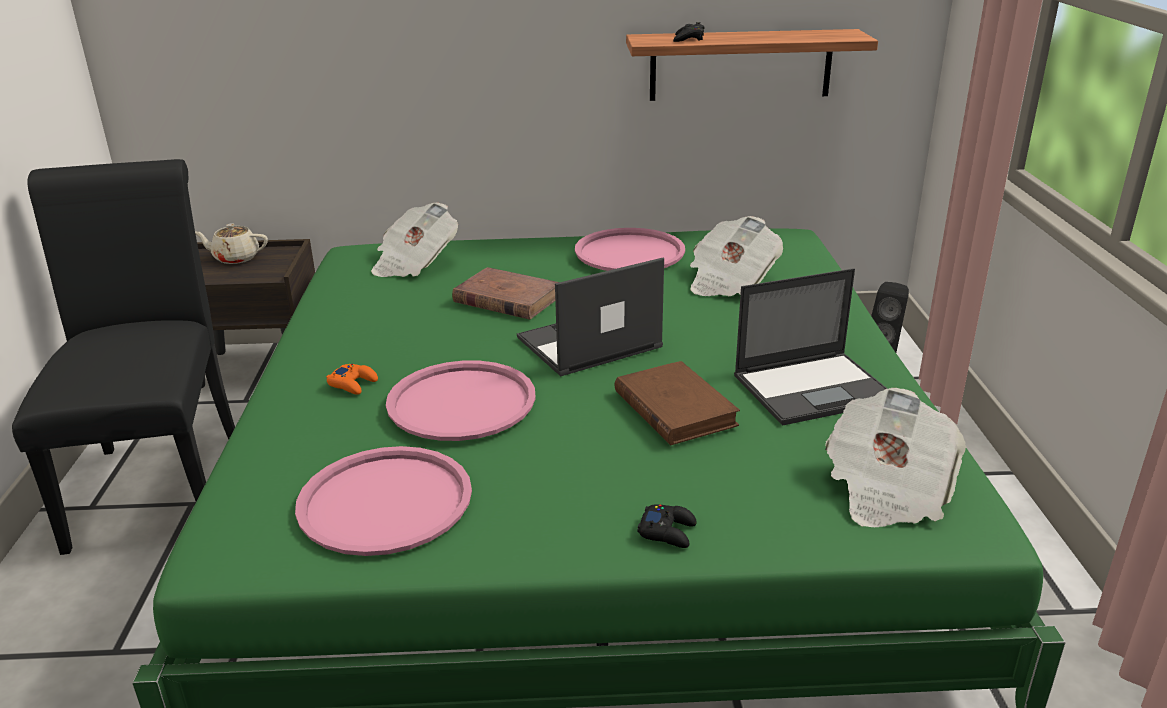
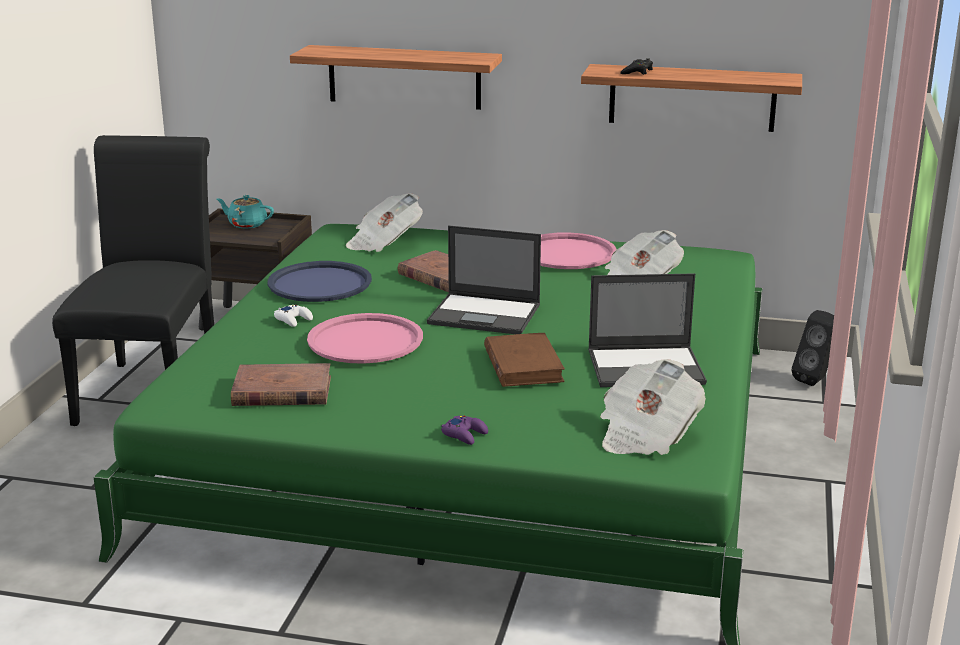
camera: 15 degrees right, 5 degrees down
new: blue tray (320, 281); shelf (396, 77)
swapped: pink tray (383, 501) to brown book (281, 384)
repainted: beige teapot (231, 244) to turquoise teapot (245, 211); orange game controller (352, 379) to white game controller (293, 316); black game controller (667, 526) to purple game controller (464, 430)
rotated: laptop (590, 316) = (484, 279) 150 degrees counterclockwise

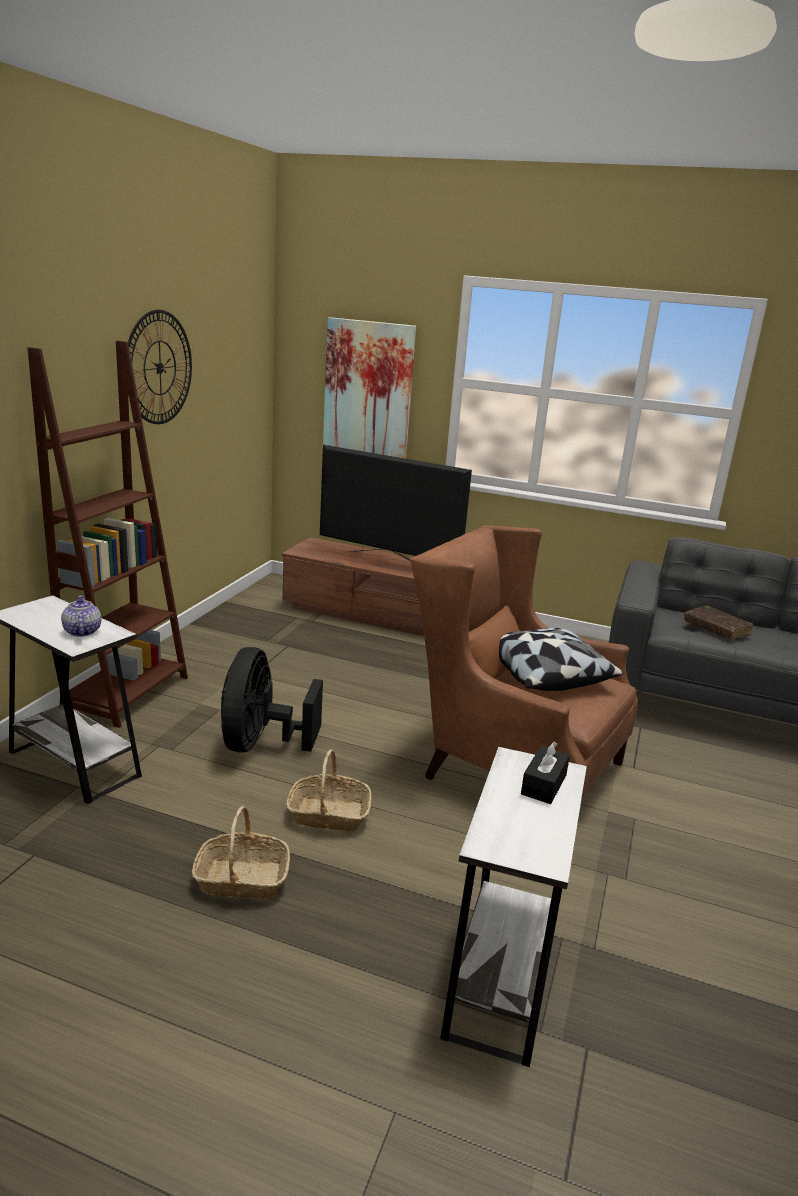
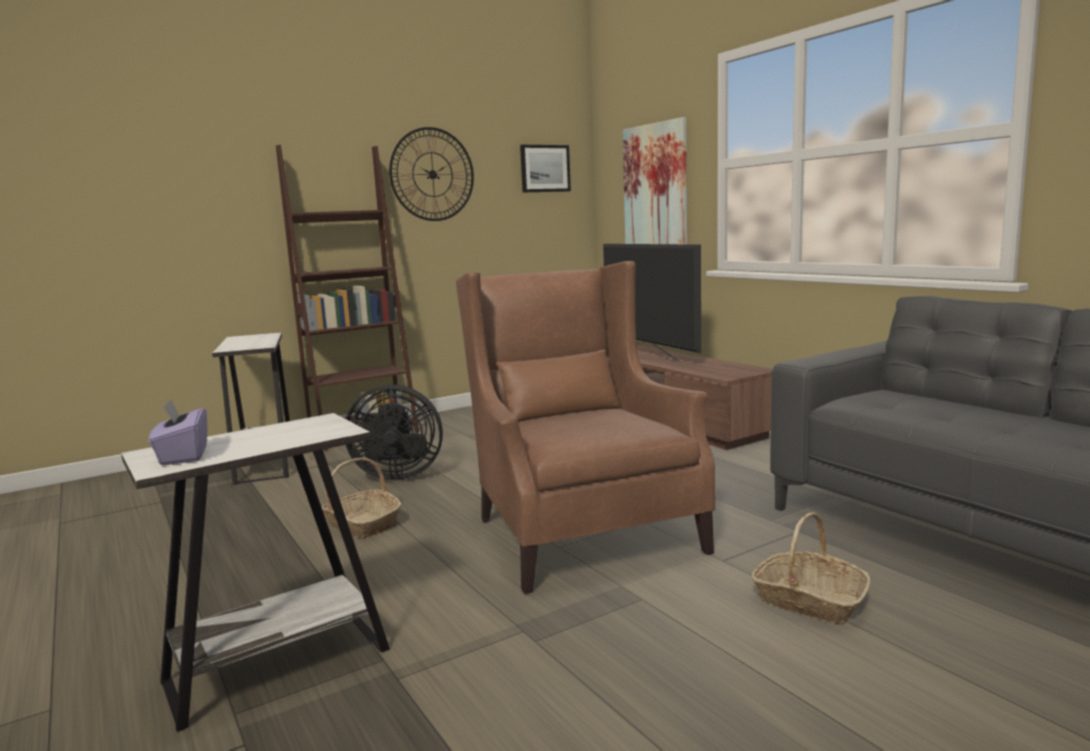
camera: 40 degrees right, 10 degrees down
gone: teapot (81, 616); pillow (561, 659); black tissue box (545, 772); brown book (719, 622)
new: purple tissue box (178, 432); picture (545, 169)
shifted: basket (241, 852) to (811, 568)
rotated: black fan (272, 700) = (394, 433) 135 degrees counterclockwise

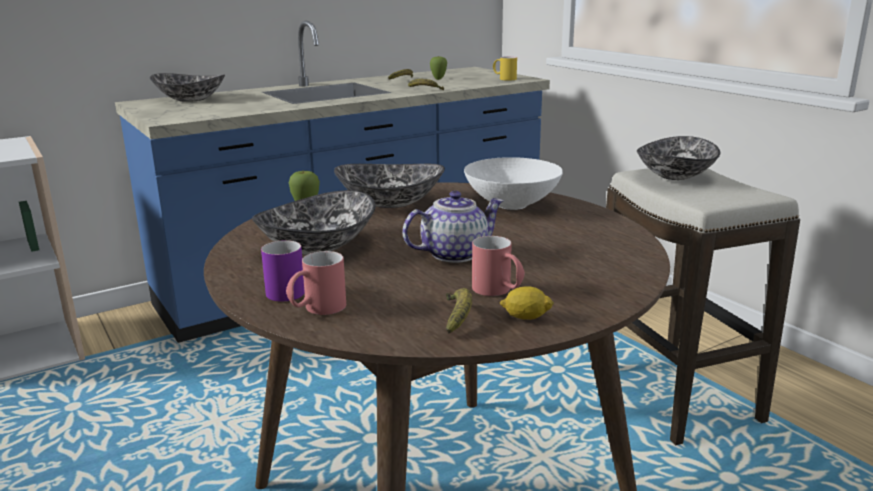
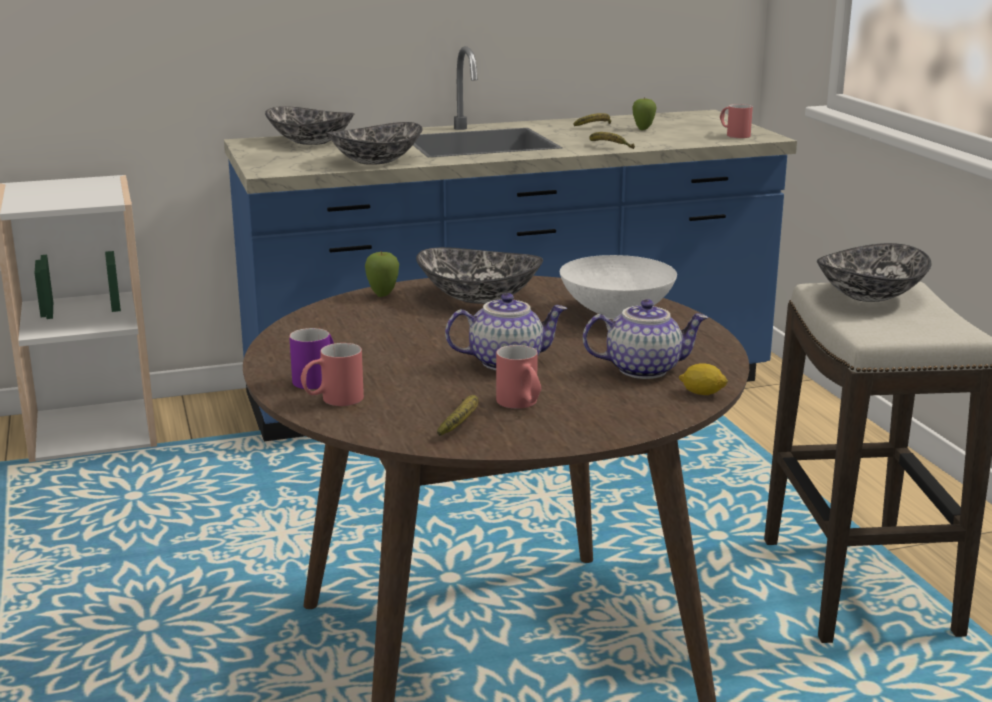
camera: 15 degrees right, 0 degrees up
new: teapot (646, 339)
shifted: bowl (314, 222) to (374, 143); lemon (527, 303) to (703, 379)
repainted: yellow mug (505, 68) to red mug (736, 121)

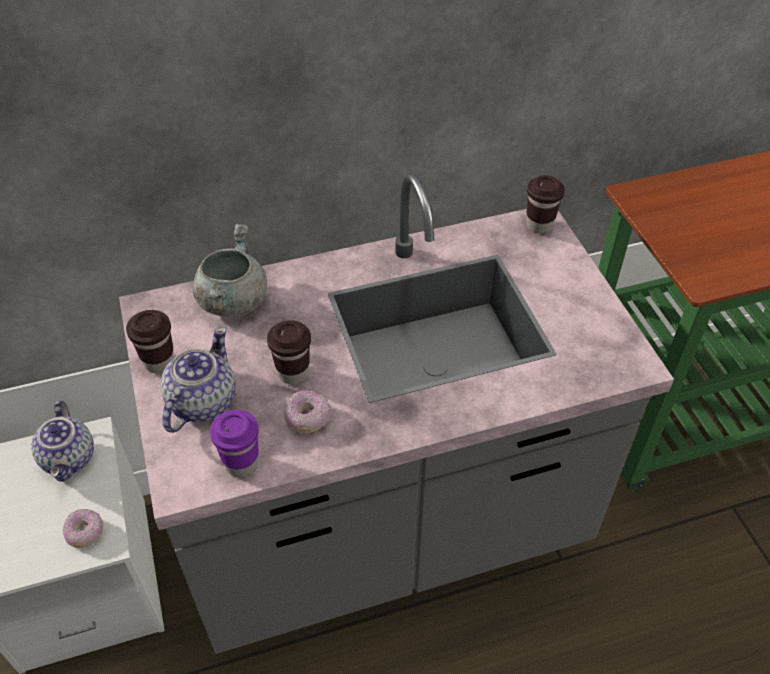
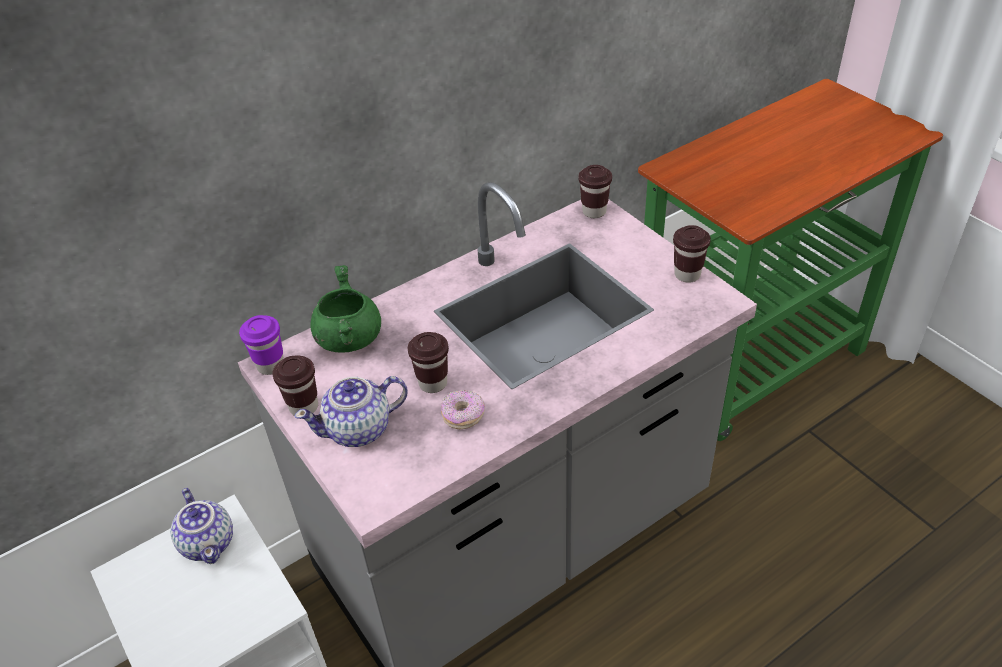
camera: 15 degrees left, 5 degrees down
gone: donut (83, 528)
new: brown cup (692, 254)
shifted: purple cup (234, 443) to (261, 345)
repainted: grey cooking pot (230, 270) to green cooking pot (345, 309)
rotated: teapot (198, 380) = (351, 411) 120 degrees counterclockwise

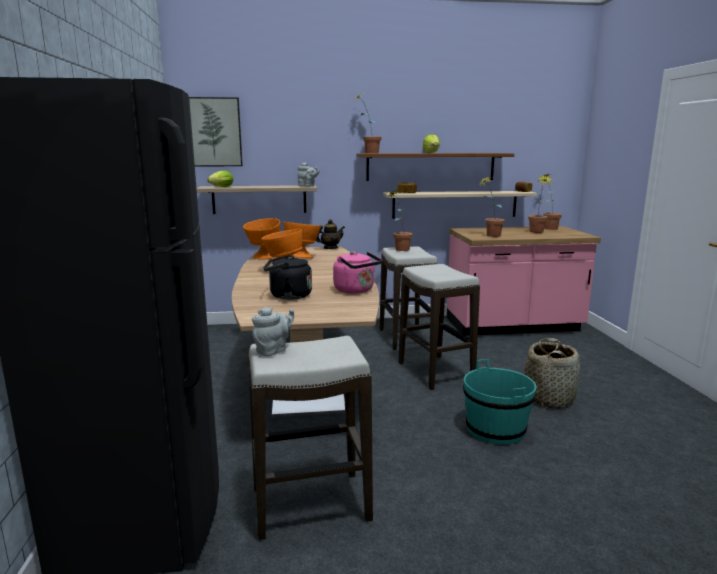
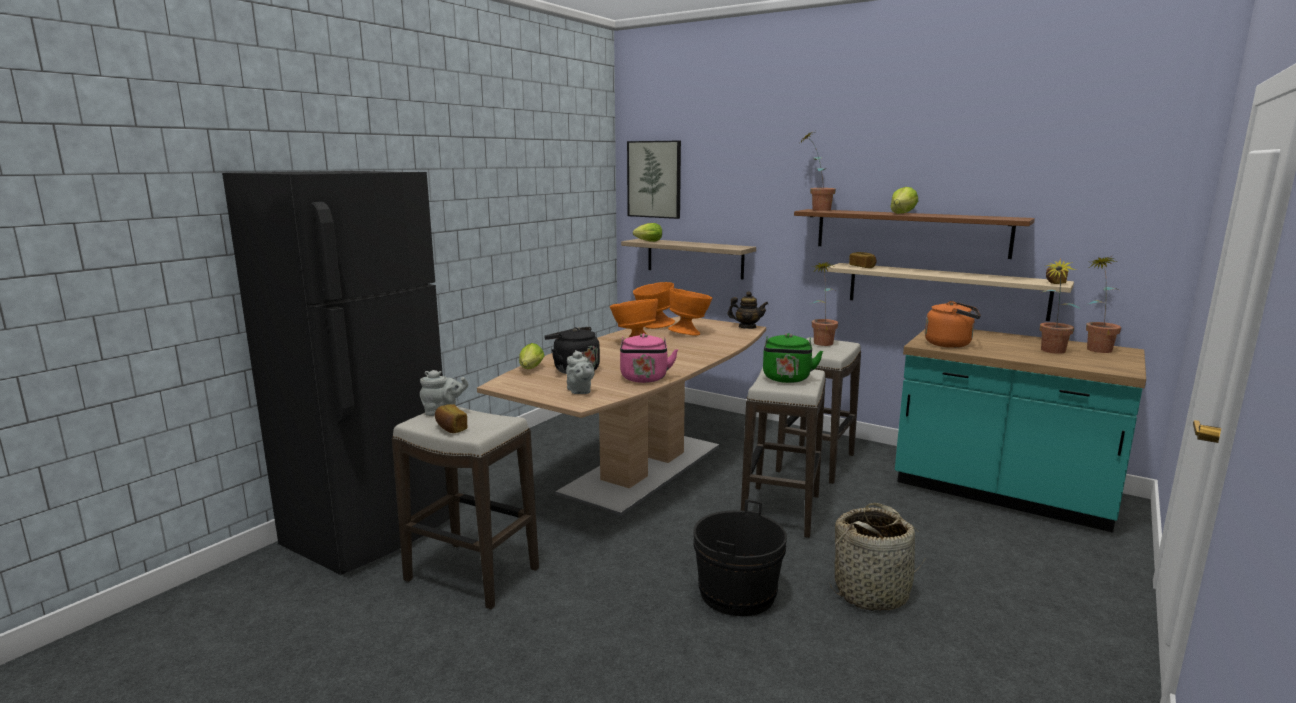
camera: 40 degrees right, 0 degrees up
new: bread (451, 418); lettuce (531, 356); green kettle (793, 358)
shifted: grey teapot (308, 174) to (580, 372)
swapped: potted plant (491, 207) to orange kettle (953, 324)
repainted: turquoise bucket (499, 402) to black bucket (740, 557); pink counter (524, 281) to turquoise counter (1020, 431)

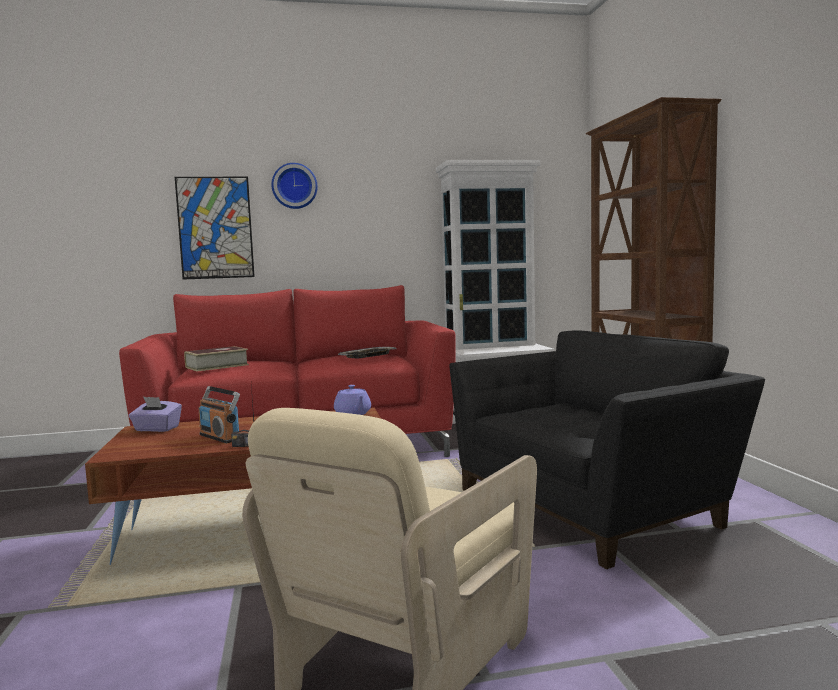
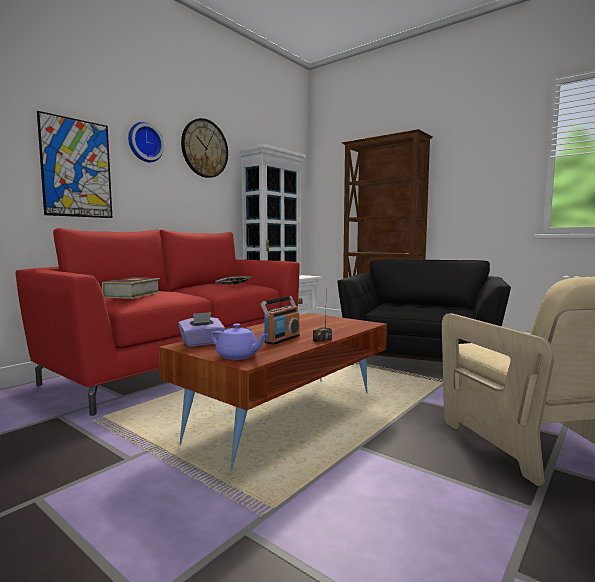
camera: 40 degrees left, 0 degrees up
new: wall clock (204, 148)
shifted: purple teapot (352, 400) to (239, 342)
rotated: radio (219, 414) = (280, 320) 60 degrees counterclockwise

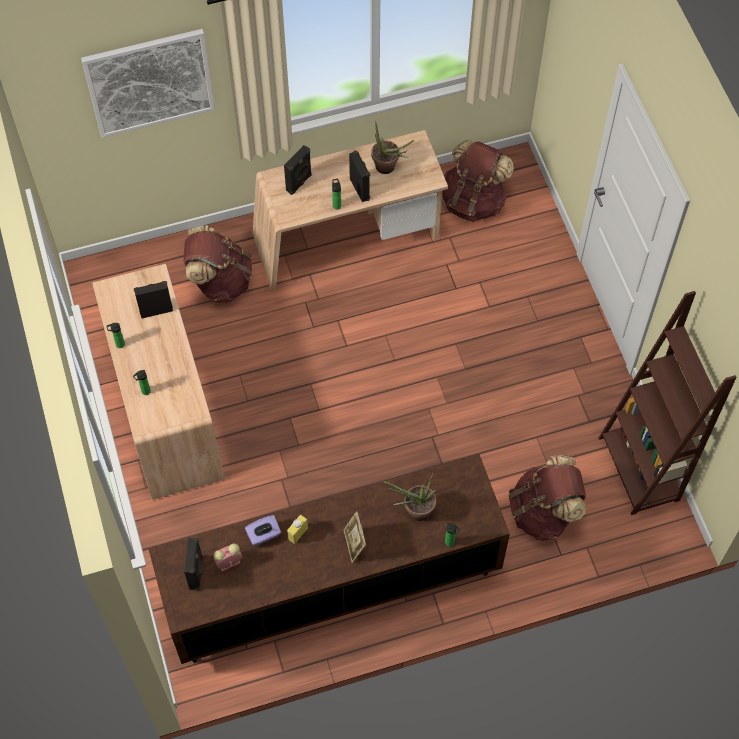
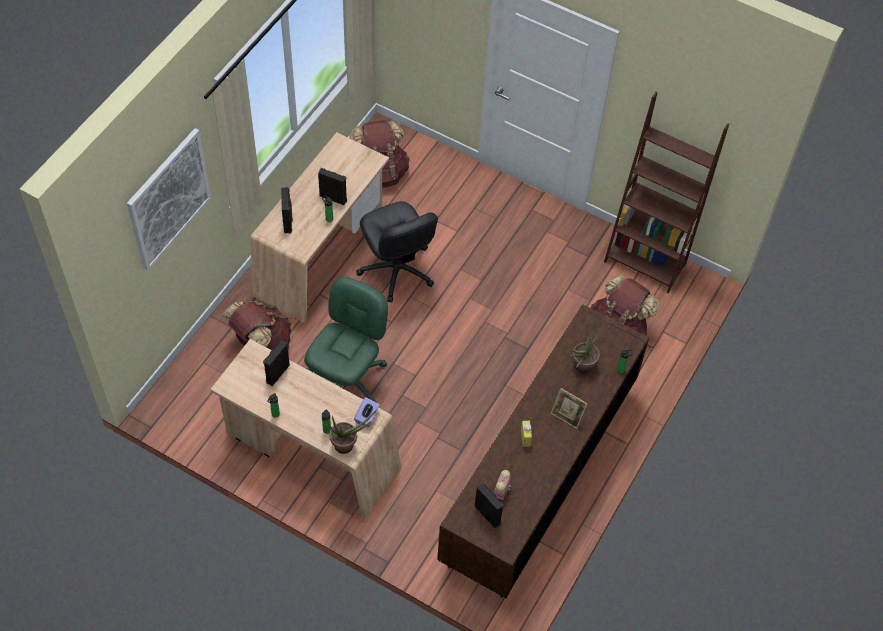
camera: 45 degrees left, 5 degrees down
new: green office chair (346, 340); black office chair (397, 251)
shifted: potted plant (392, 147) to (353, 431); purple tissue box (263, 530) to (367, 412)

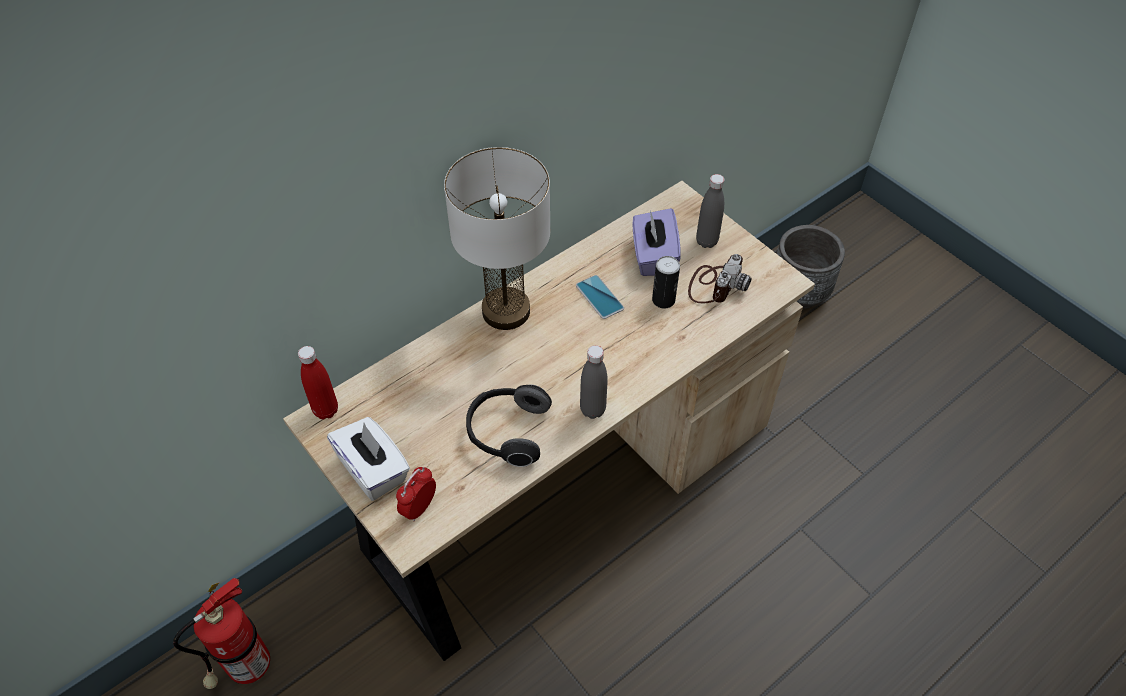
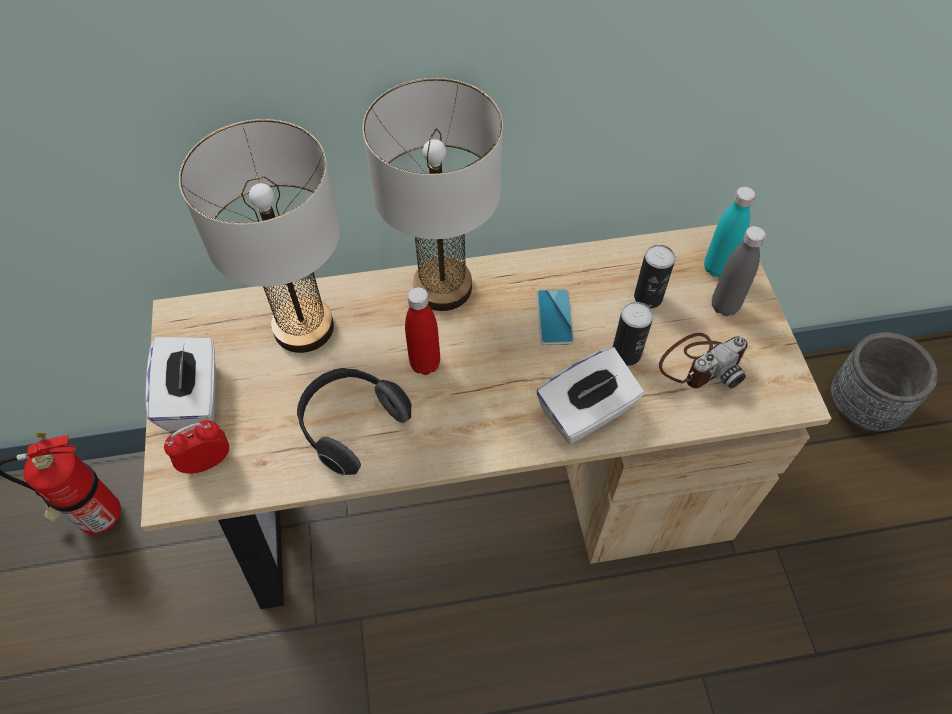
camera: 30 degrees right, 5 degrees up
gone: grey bottle (594, 382)
new: table lamp (259, 236); white tissue box (590, 395); turquoise bottle (730, 232)
shifted: red bottle (318, 382) to (422, 331)
swapped: purple tissue box (657, 242) to can (654, 276)

